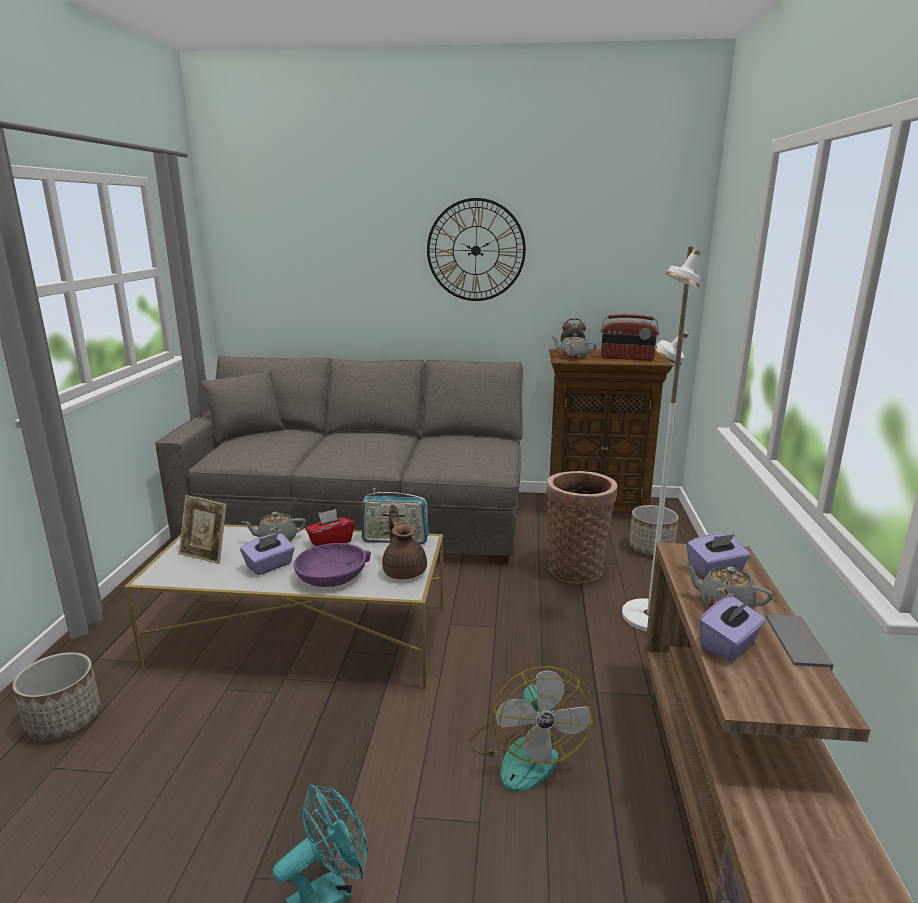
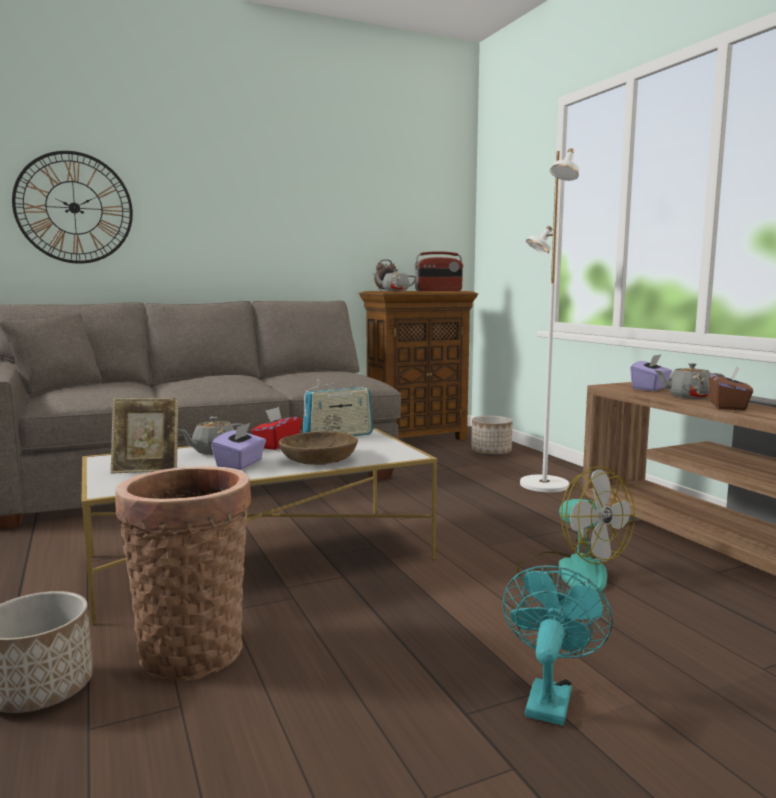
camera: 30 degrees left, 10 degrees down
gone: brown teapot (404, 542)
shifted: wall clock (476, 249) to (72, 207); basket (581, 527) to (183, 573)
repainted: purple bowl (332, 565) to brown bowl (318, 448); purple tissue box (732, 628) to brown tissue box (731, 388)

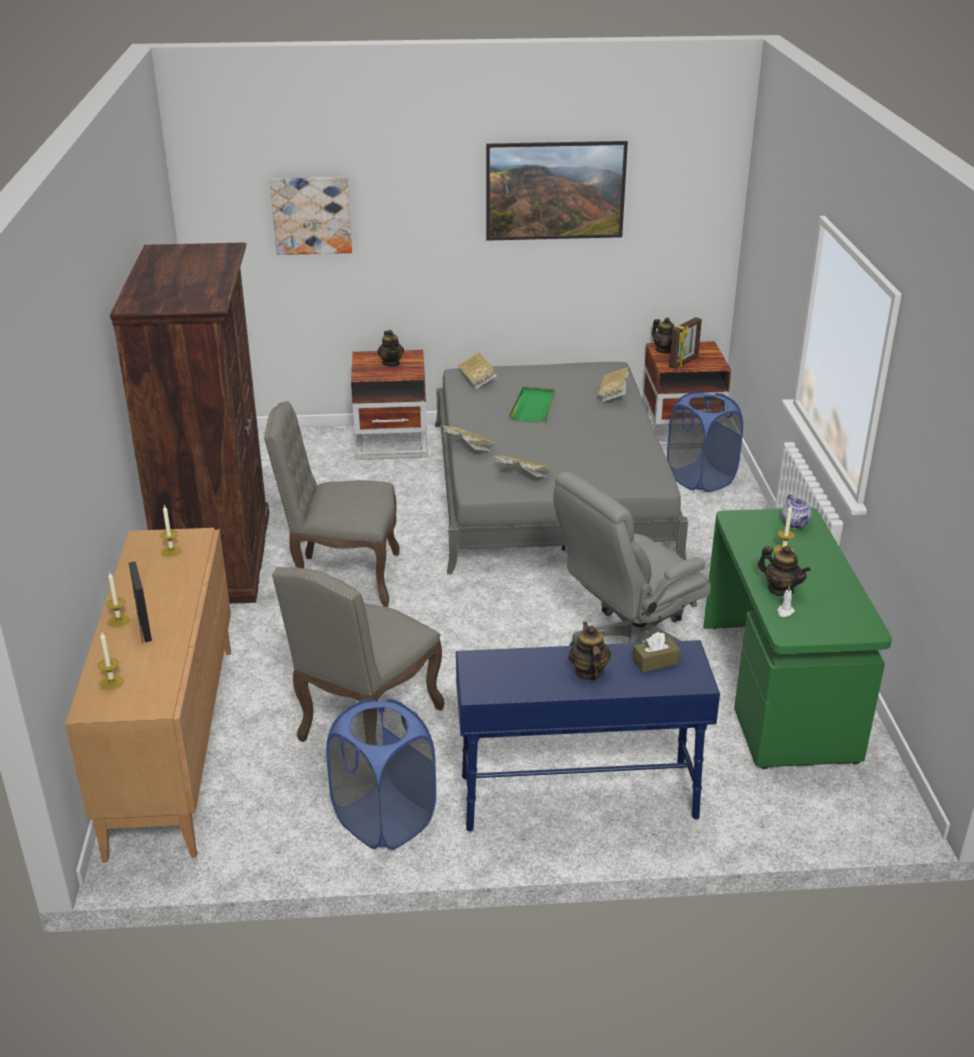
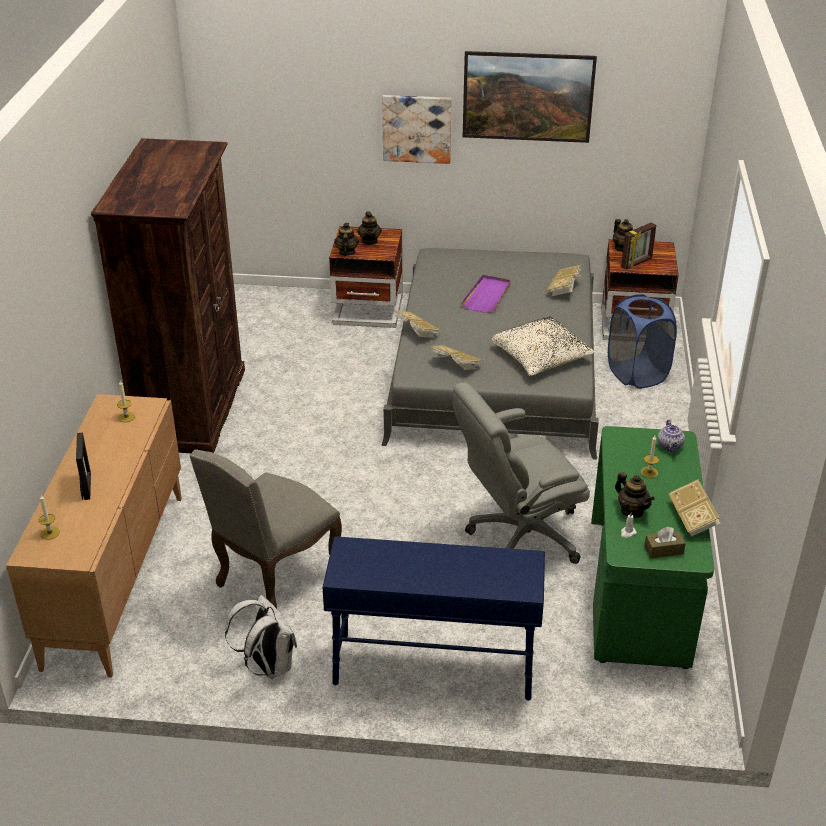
camera: 10 degrees right, 5 degrees up
gone: candle (118, 600); grey chair (332, 504)
new: beige pillow (543, 346)
shifted: teapot (590, 651) to (346, 239); picture (311, 216) to (417, 129); brown tissue box (656, 652) to (665, 543); book (477, 370) to (694, 508)
swapped: blue laundry basket (381, 774) to white backpack (261, 637)
repainted: green tray (532, 405) to purple tray (486, 294)

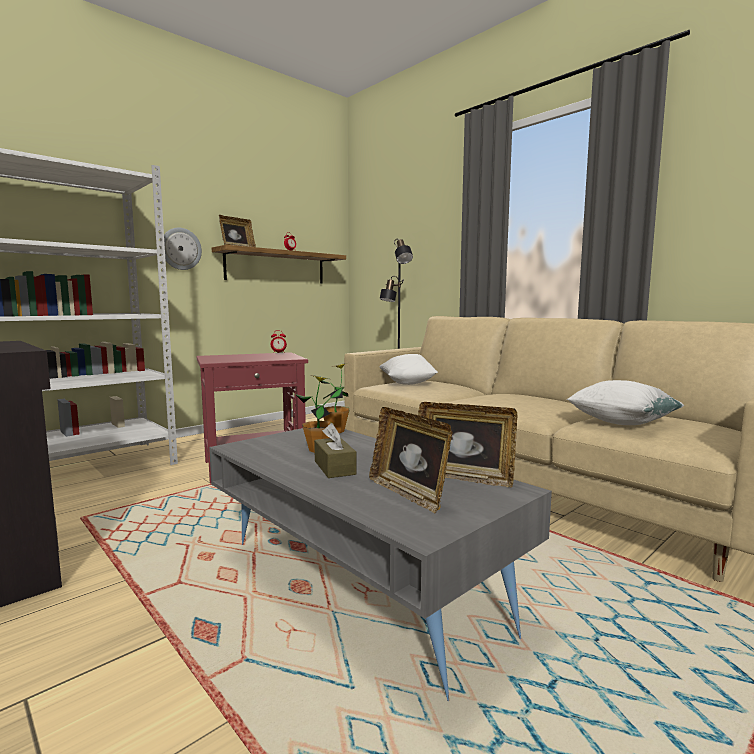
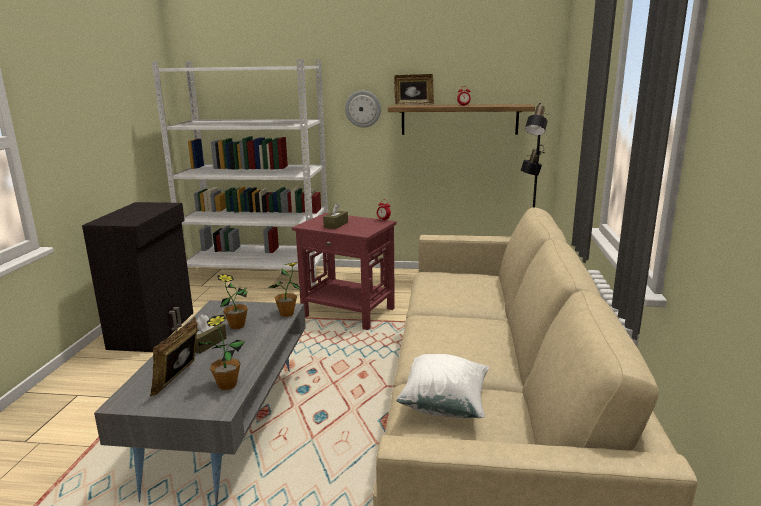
camera: 50 degrees right, 10 degrees up
gone: white pillow (408, 369)
new: brown tissue box (335, 216)
swapped: picture frame (467, 444) to potted plant (222, 352)

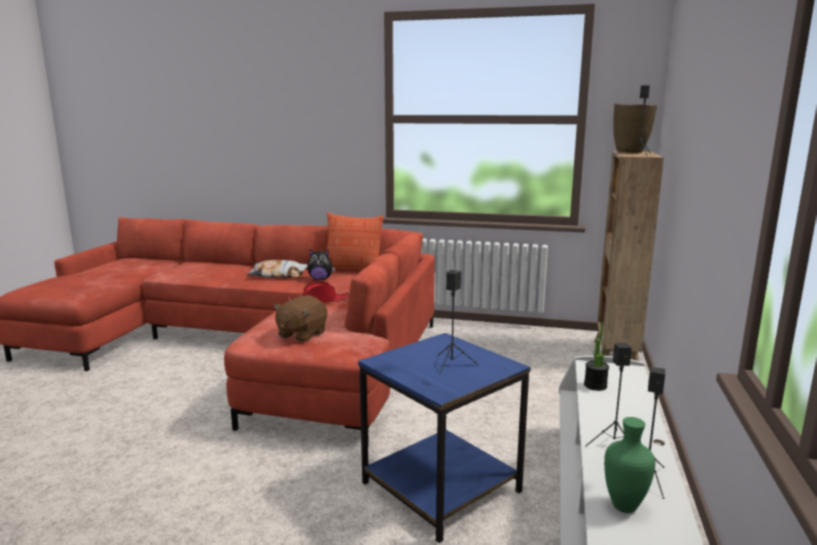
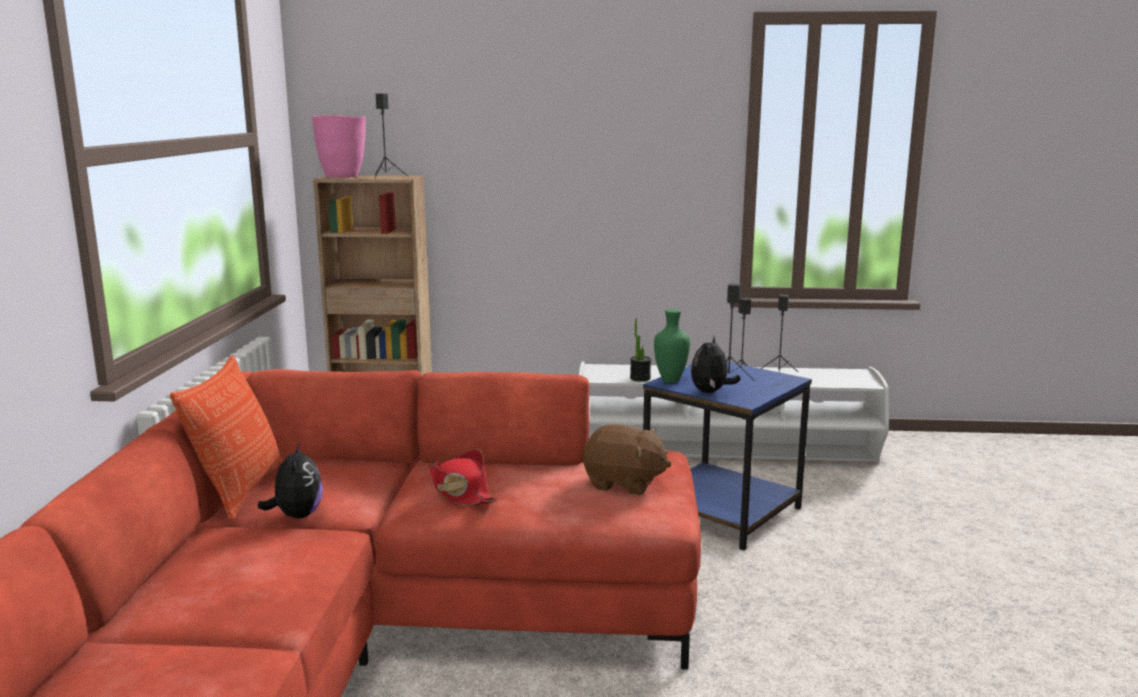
camera: 100 degrees left, 0 degrees up
gone: pillow (277, 269)
new: plush toy (716, 365)
shifted: green vase (630, 465) to (672, 346)
repainted: brown vase (635, 128) to pink vase (339, 146)

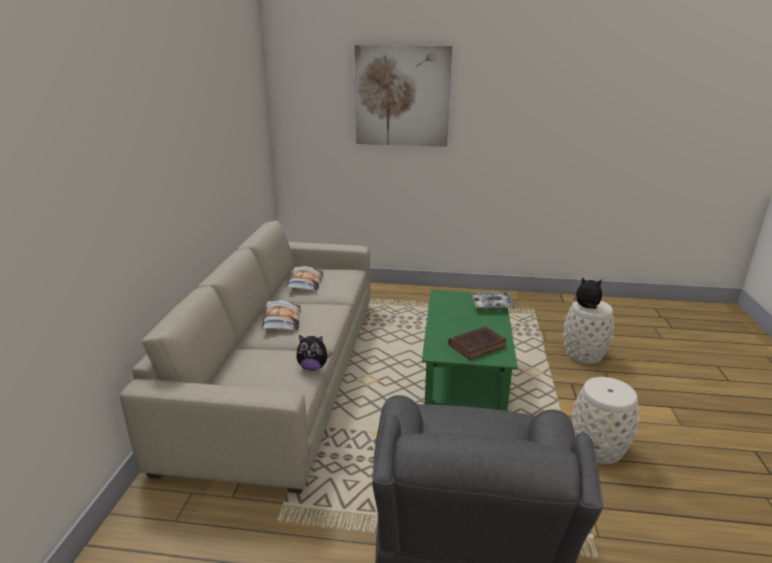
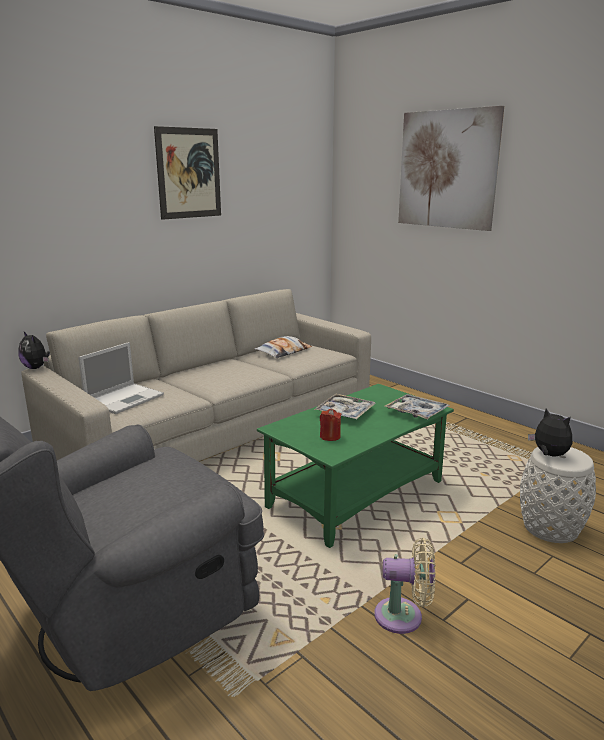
camera: 40 degrees right, 5 degrees down
gone: pillow (281, 315)
new: laptop (121, 378); picture (187, 173); tray (344, 406)
shifted: plush toy (314, 353) to (34, 350)
swapped: brown book (477, 343) to red candle (330, 425); white stool (605, 420) to beige fan (405, 586)

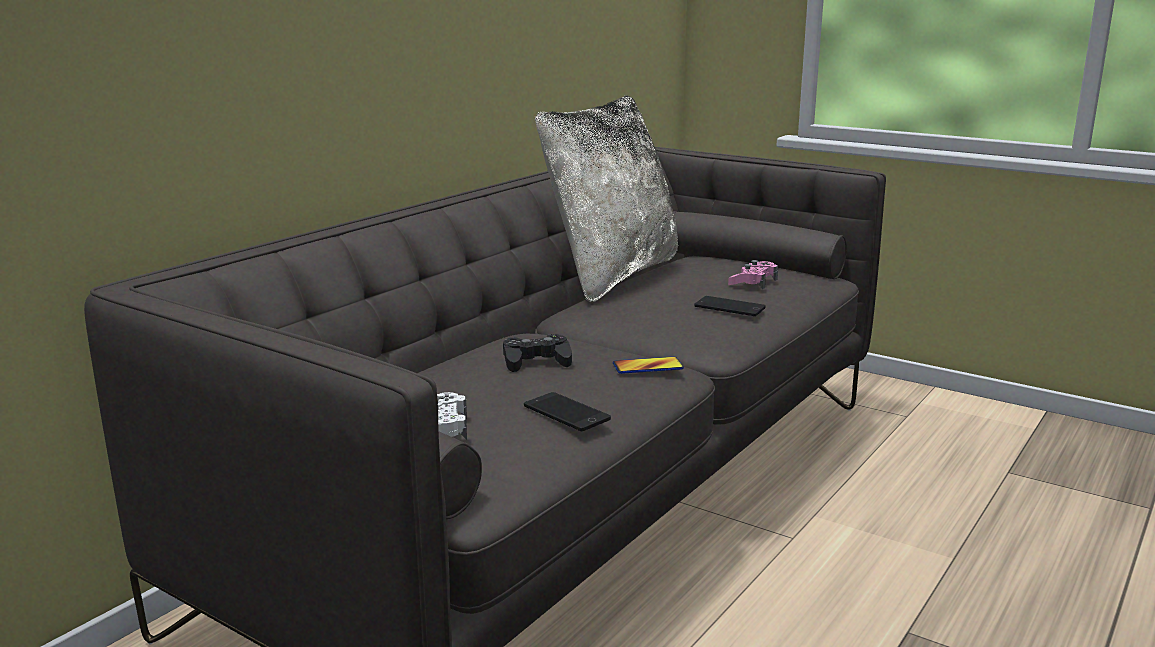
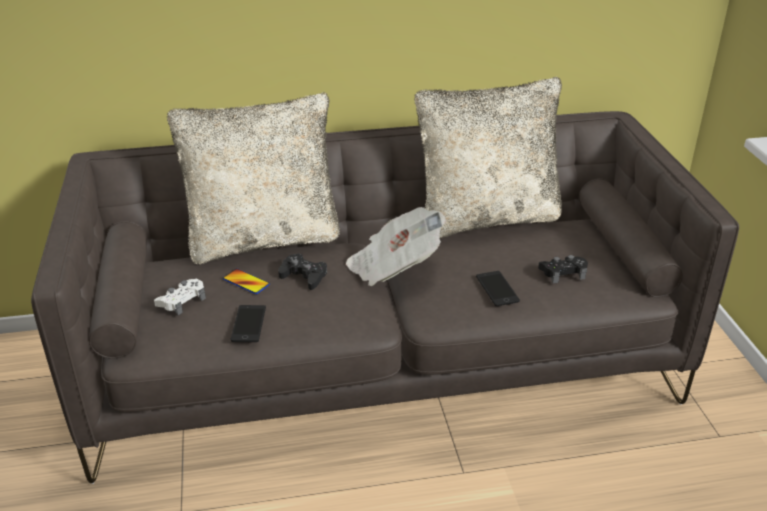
camera: 45 degrees right, 15 degrees up
new: beige pillow (253, 178); newspaper (396, 246)
shifted: phone (648, 365) to (246, 281)
repainted: pink game controller (753, 275) to black game controller (563, 269)

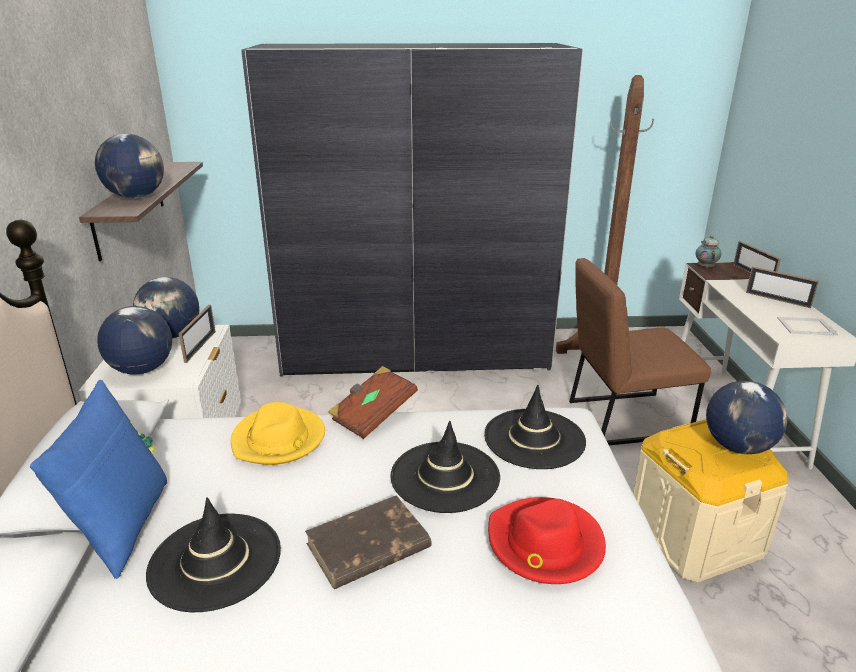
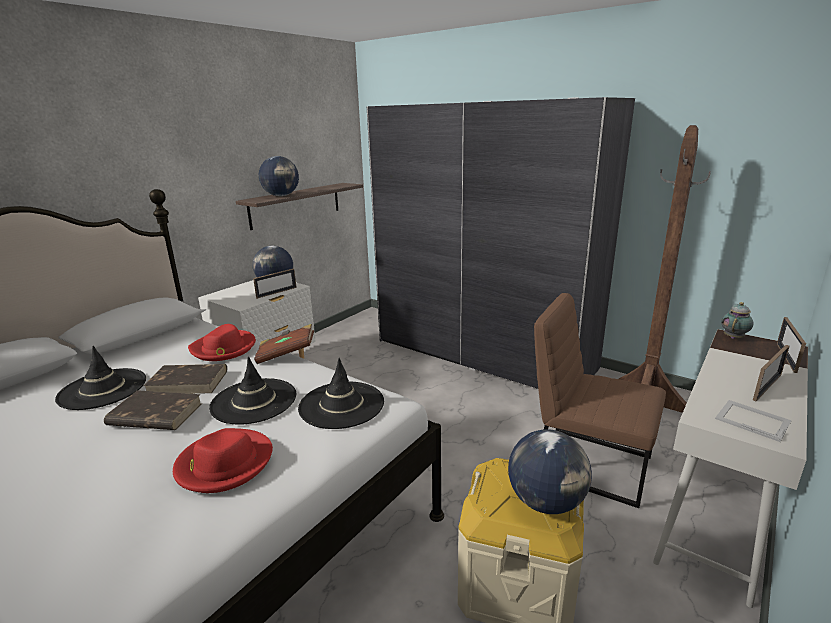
camera: 40 degrees right, 5 degrees down
gone: blue pillow (98, 479); globe (134, 340)
new: brown book (185, 379)
repainted: yellow hat (278, 433) to red hat (222, 342)
rotated: picture frame (782, 287) = (771, 373) 120 degrees counterclockwise

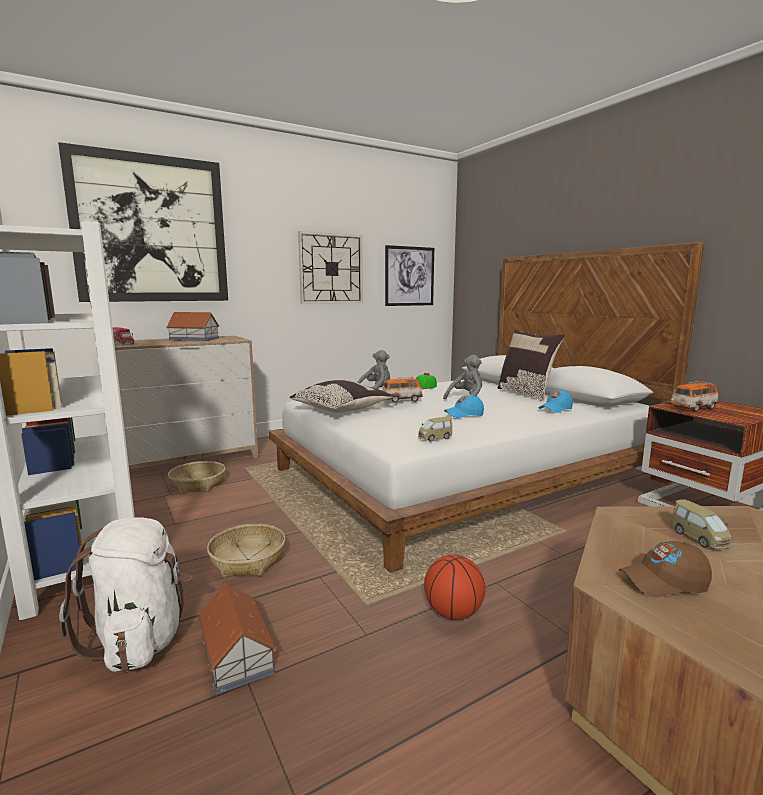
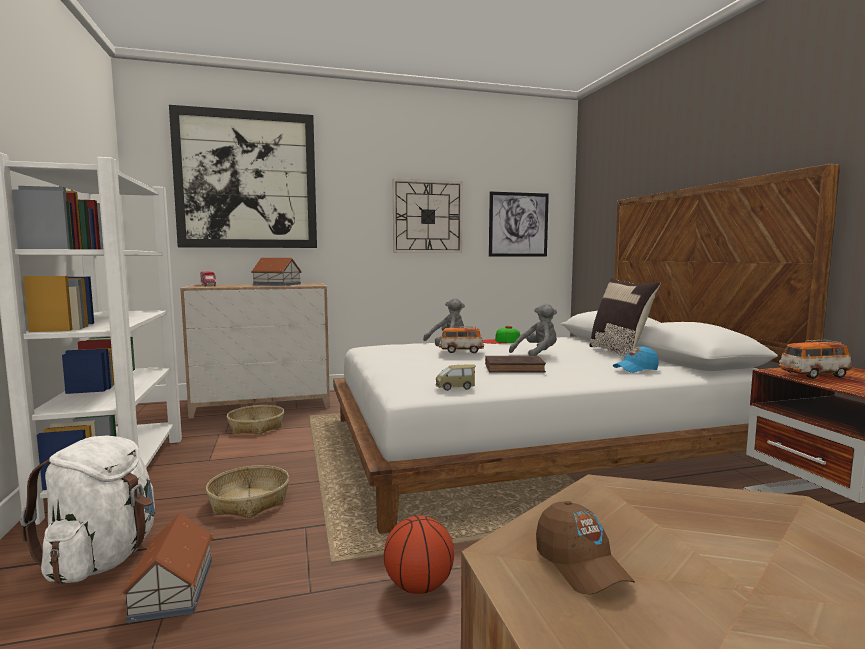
camera: 15 degrees right, 5 degrees down
gone: pillow (342, 396); toy car (701, 524)
swapped: blue cap (464, 406) to brown book (515, 364)
rotated: brown cap (665, 569) = (585, 547) 120 degrees counterclockwise

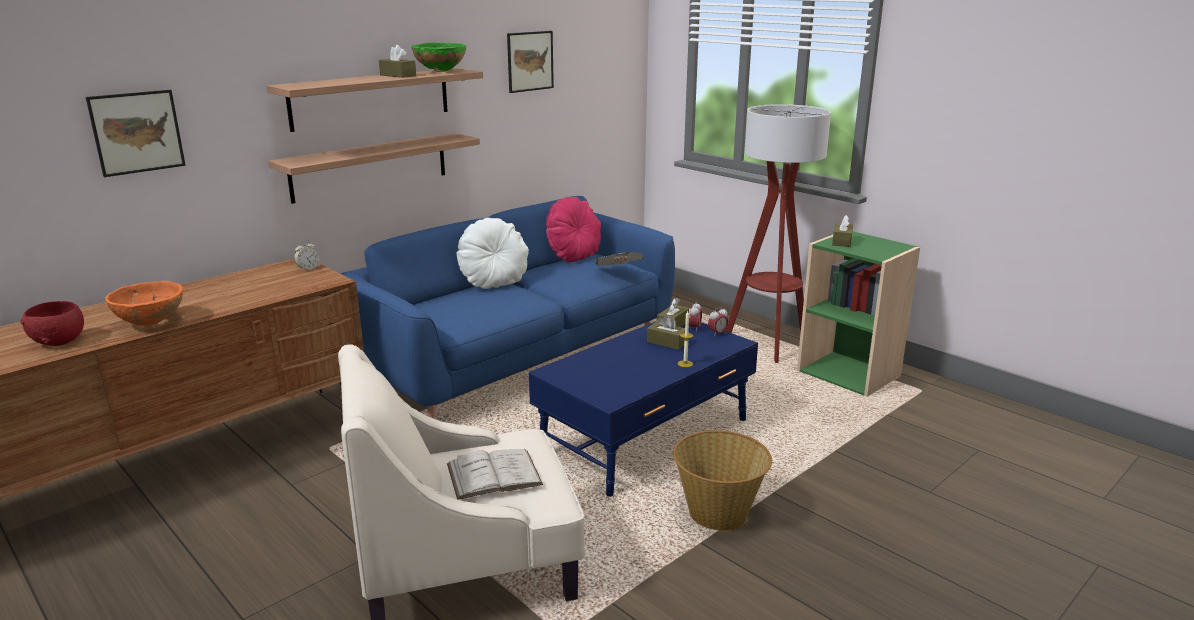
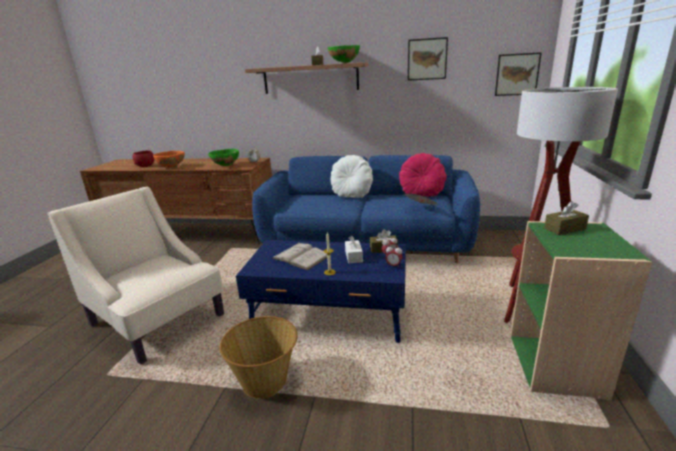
camera: 55 degrees right, 0 degrees up
gone: shelf (374, 168)
new: green bowl (223, 157)
shifted: white book (495, 474) to (302, 256); picture (135, 133) to (518, 74)
repainted: brown tissue box (666, 332) to white tissue box (354, 249)

